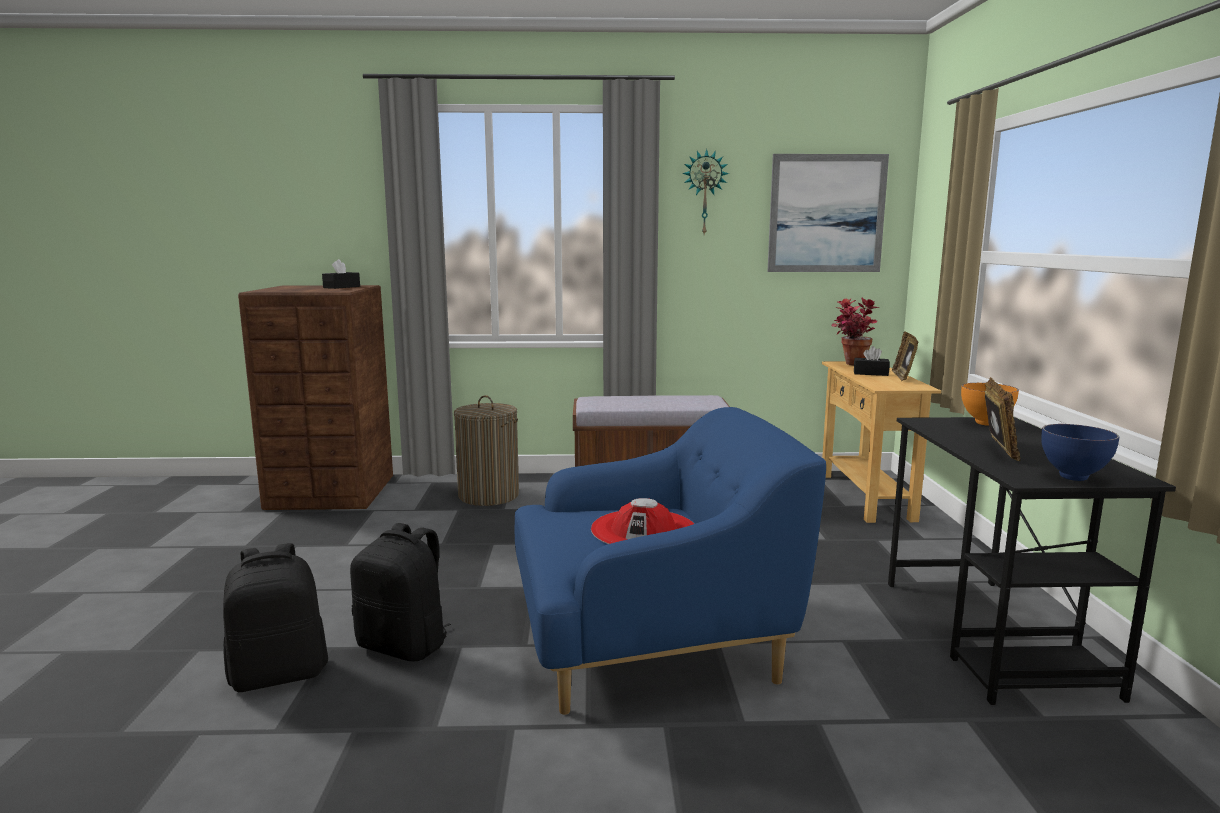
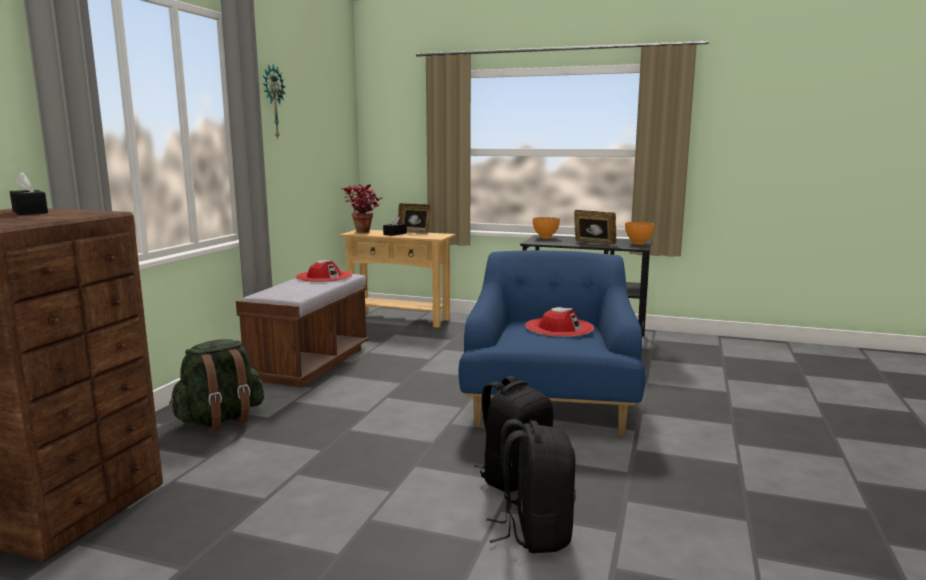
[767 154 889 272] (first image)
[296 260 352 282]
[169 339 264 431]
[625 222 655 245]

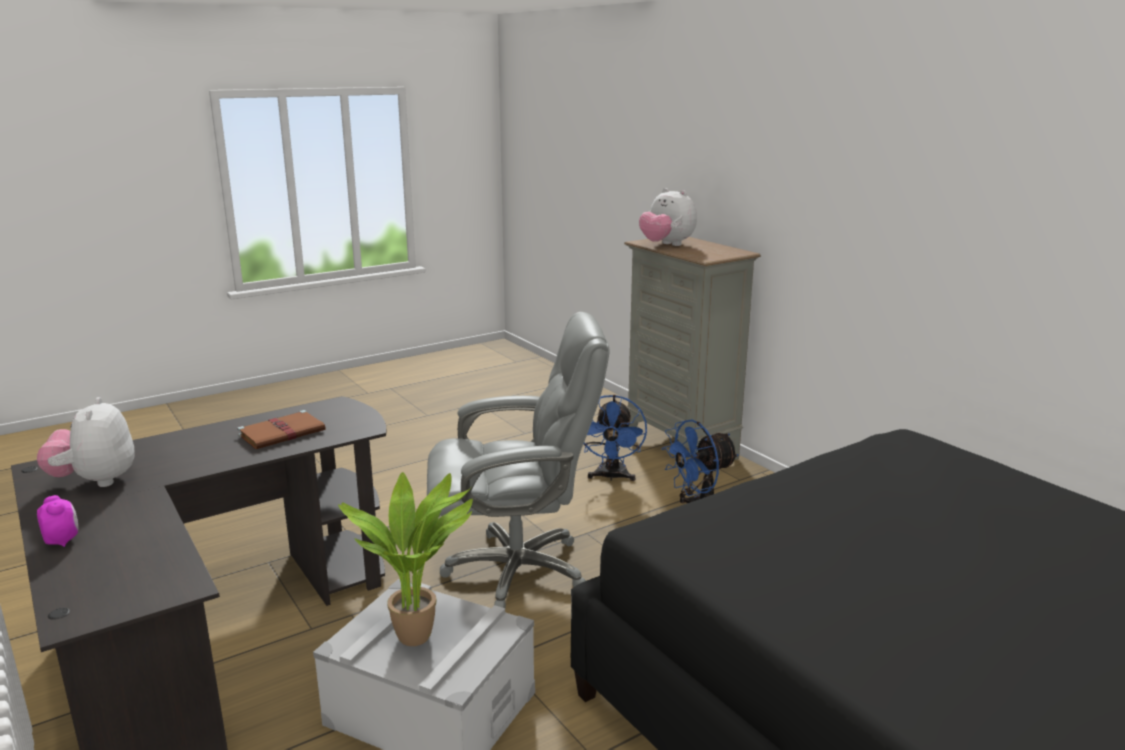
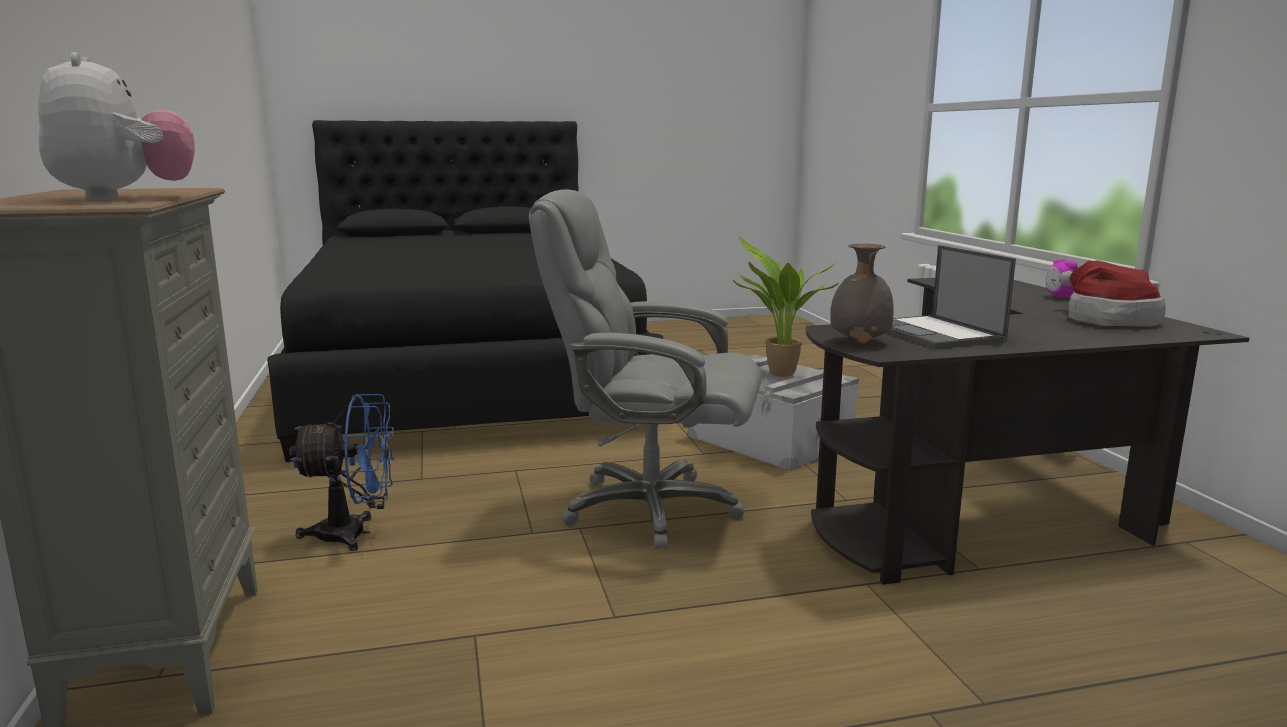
[584 395 647 481] (first image)
[830 244 894 343]
[1059 260 1166 327]
[887 245 1016 349]

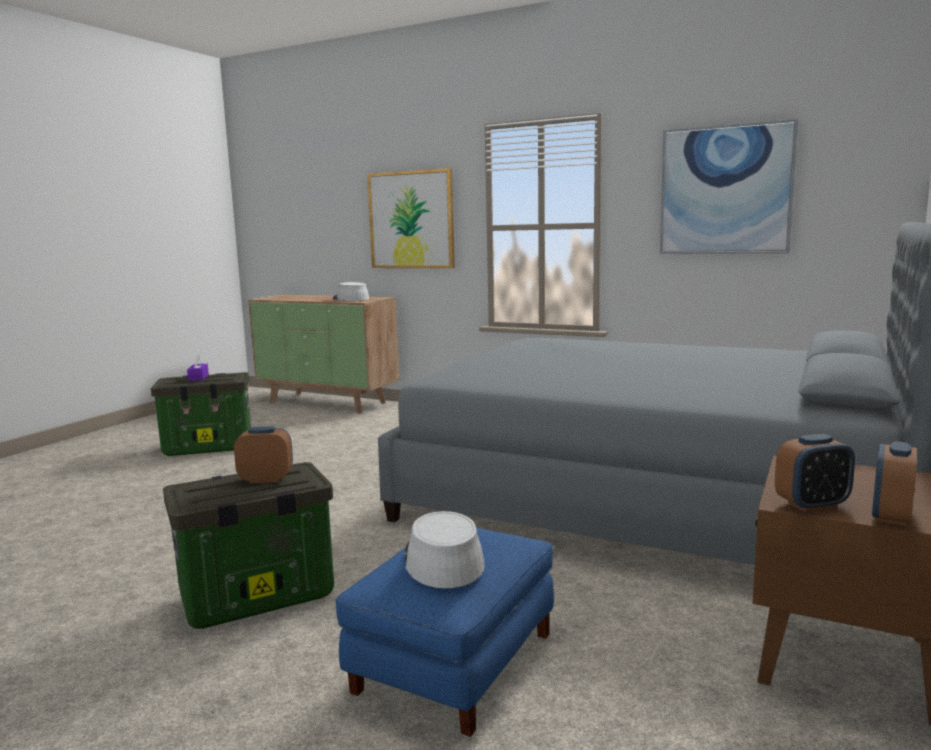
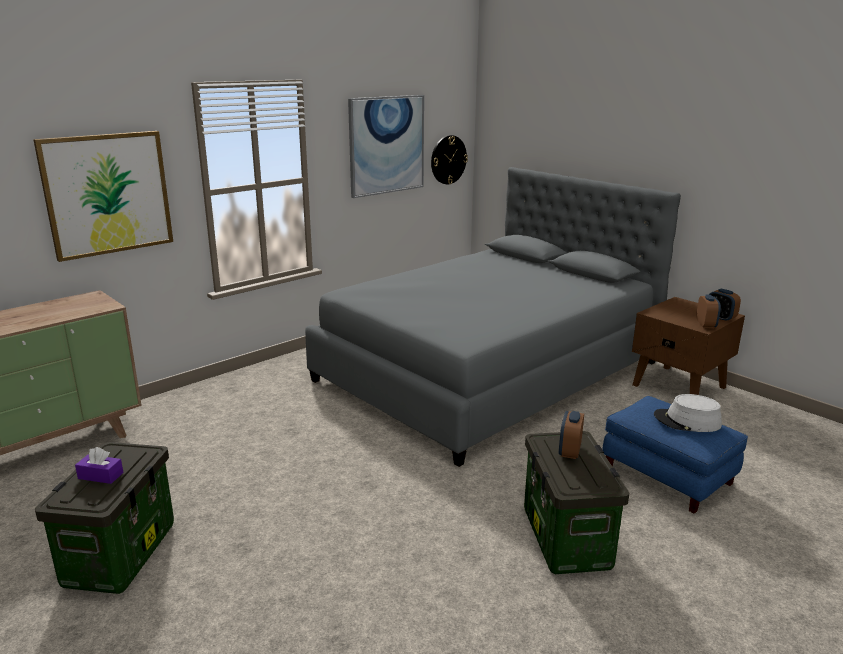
[333 282 369 301] (first image)
[431 135 468 184]

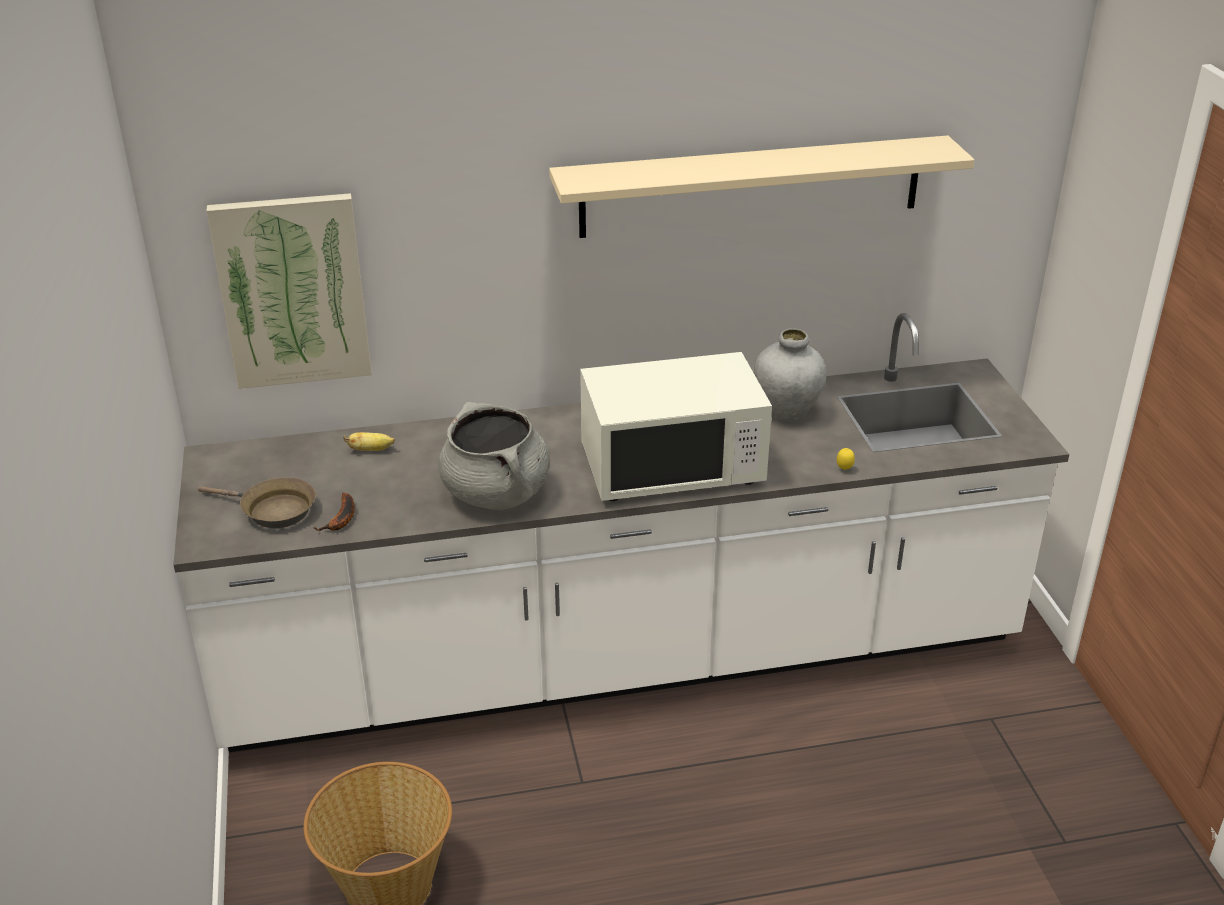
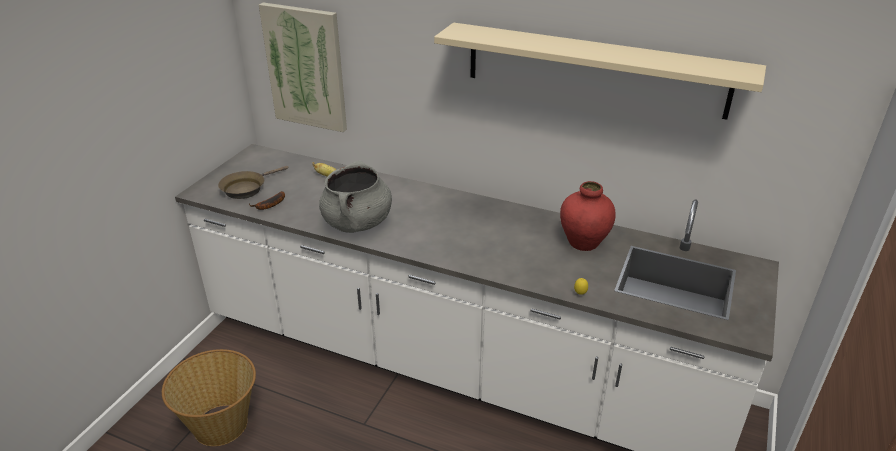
[580 352 772 501] (first image)
[560 181 616 251]
[218 166 288 199]

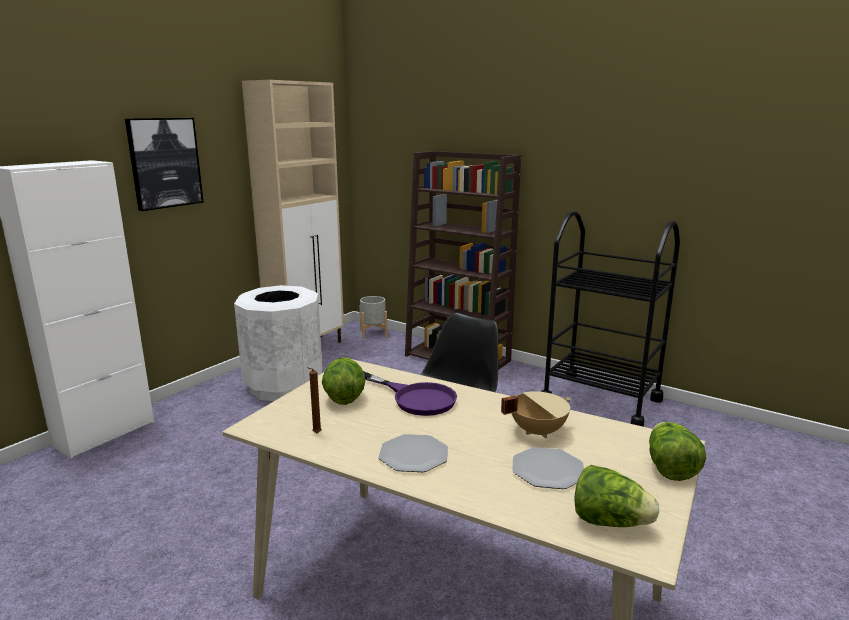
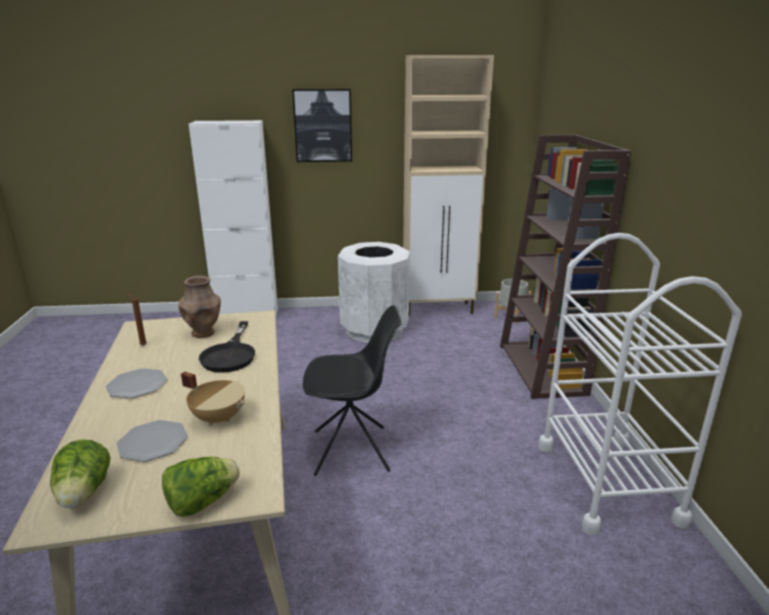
[178 276 221 338]
[199 321 255 373]
[538 233 742 536]

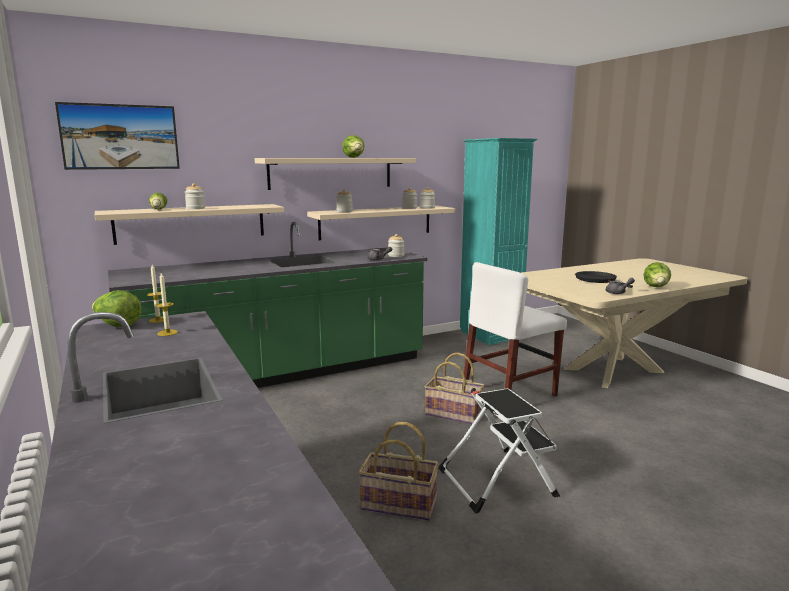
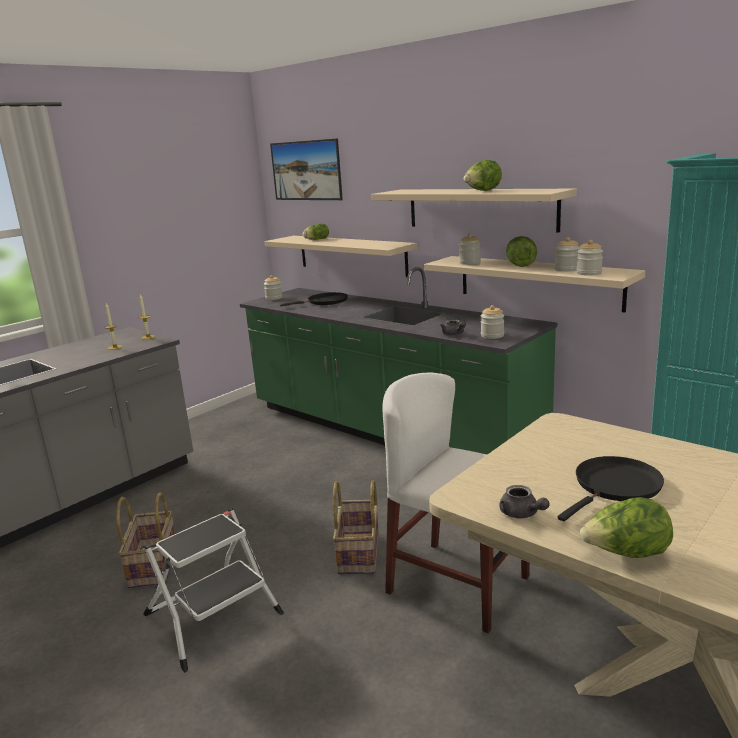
[280 292 348 306]
[506 236 537 267]
[264 275 282 300]

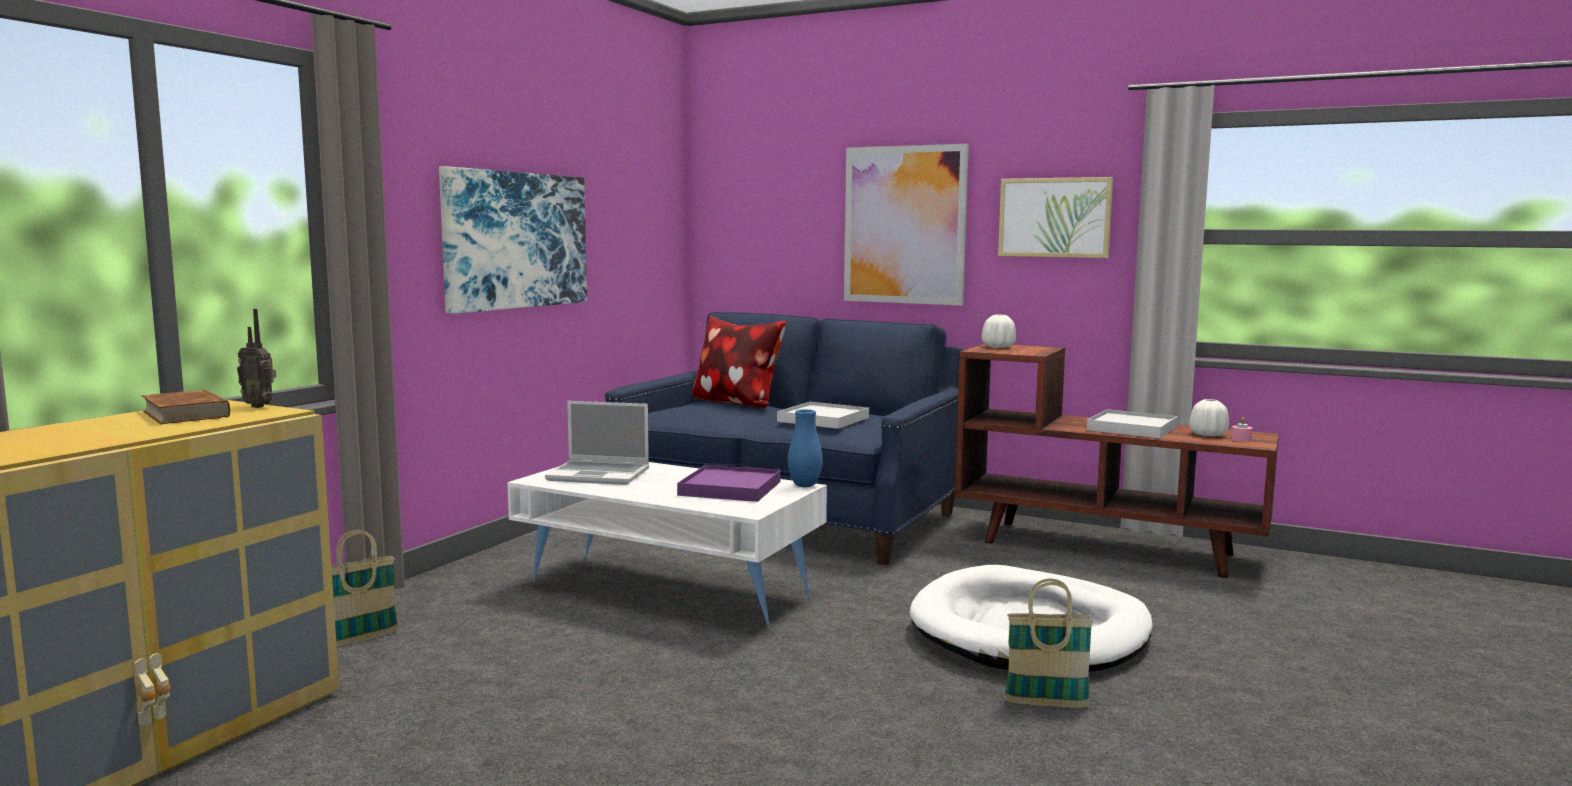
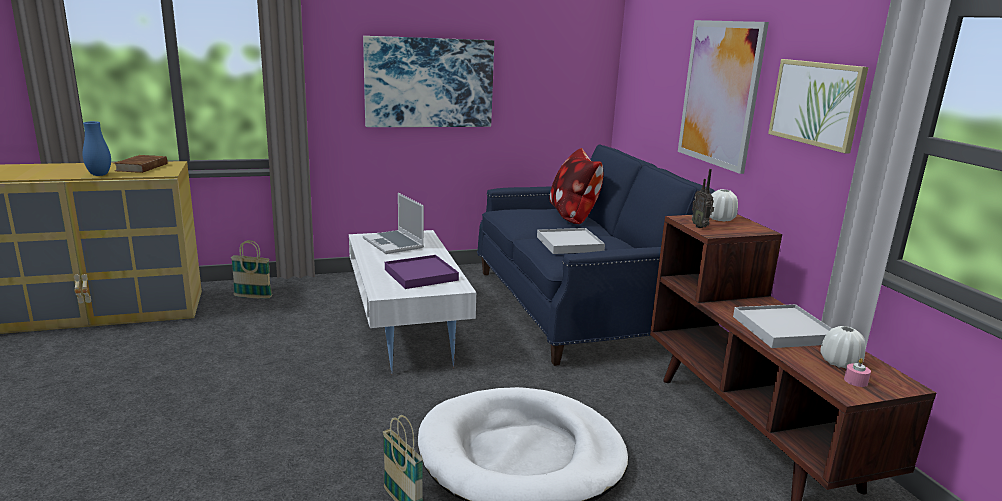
[692 169 714 228]
[83 121 111 176]

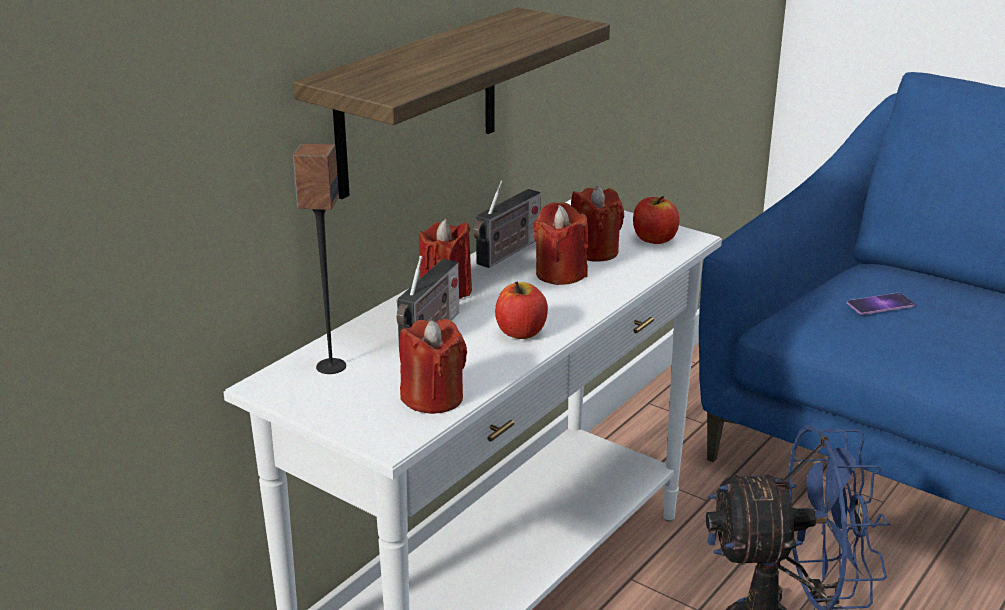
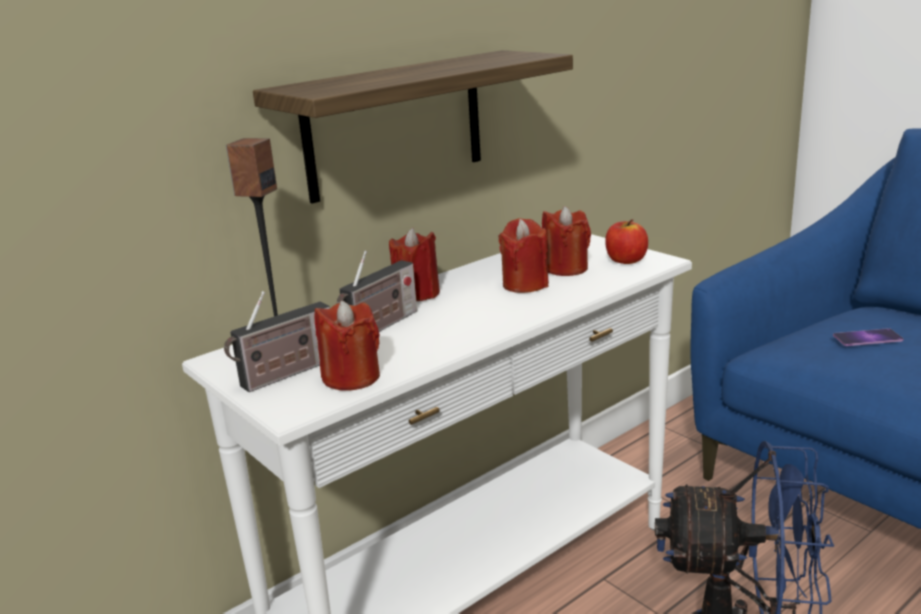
[495 282 548 339] (first image)
[224 291 330 392]

